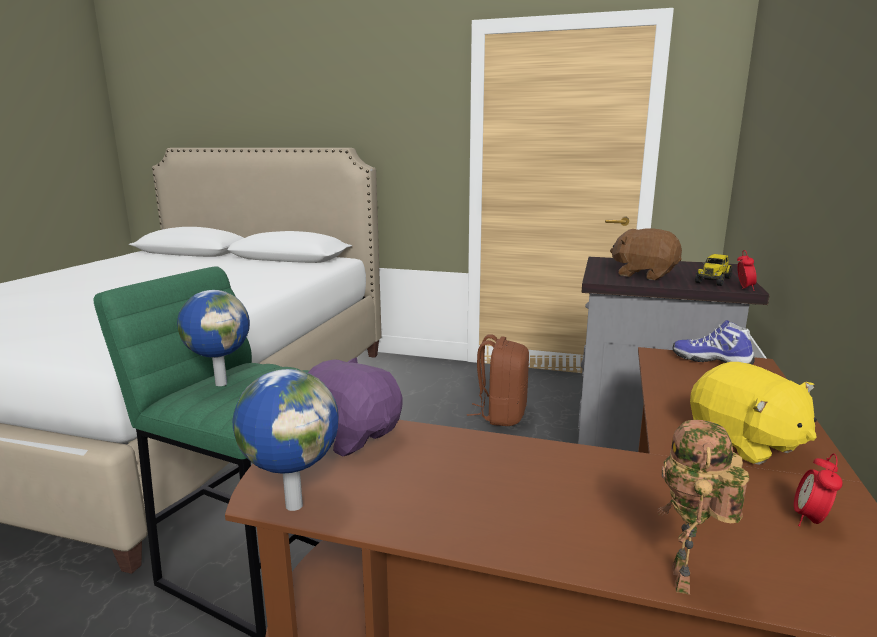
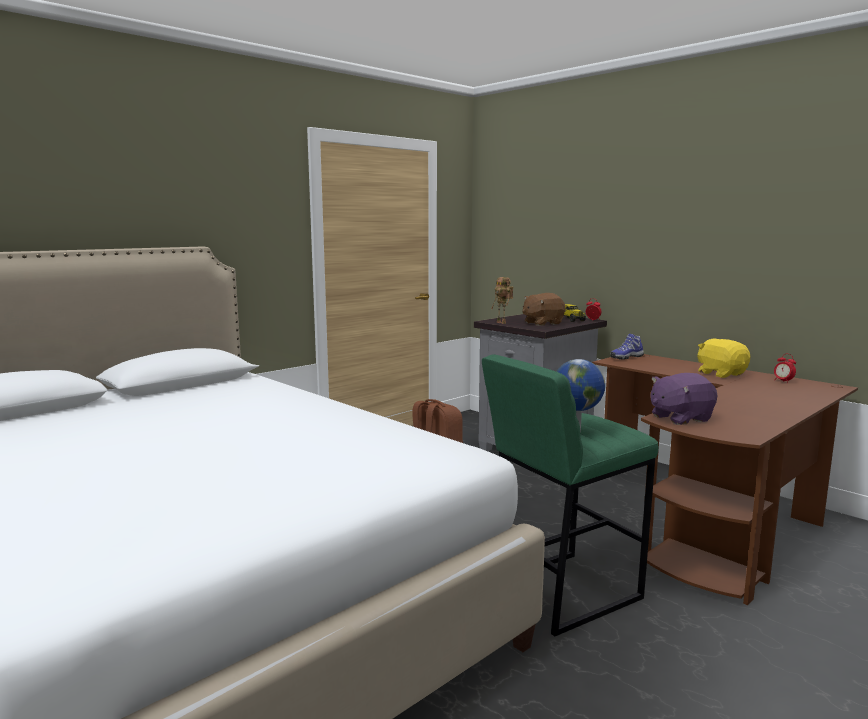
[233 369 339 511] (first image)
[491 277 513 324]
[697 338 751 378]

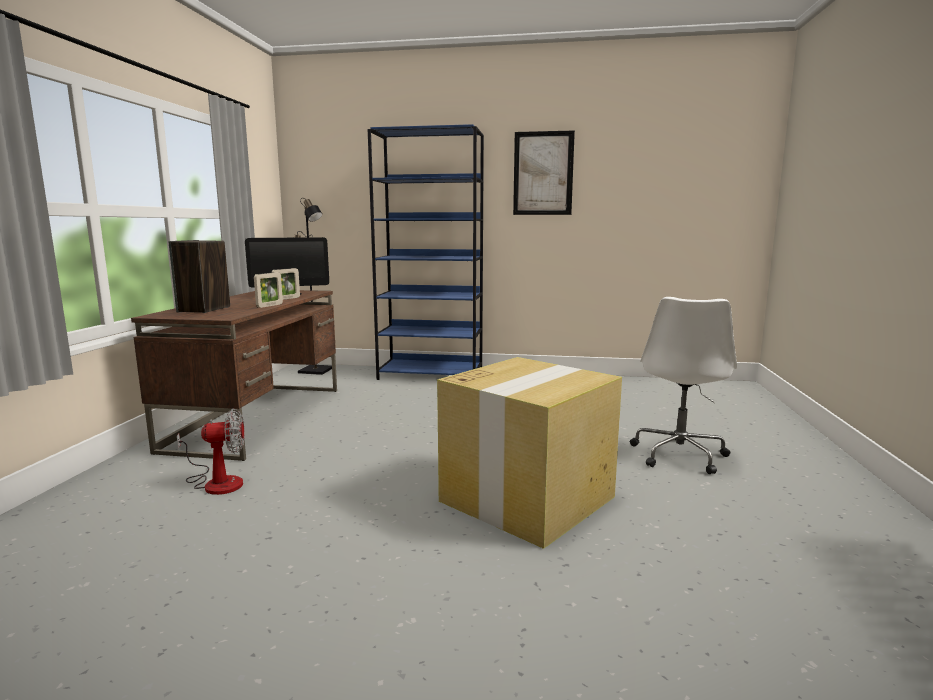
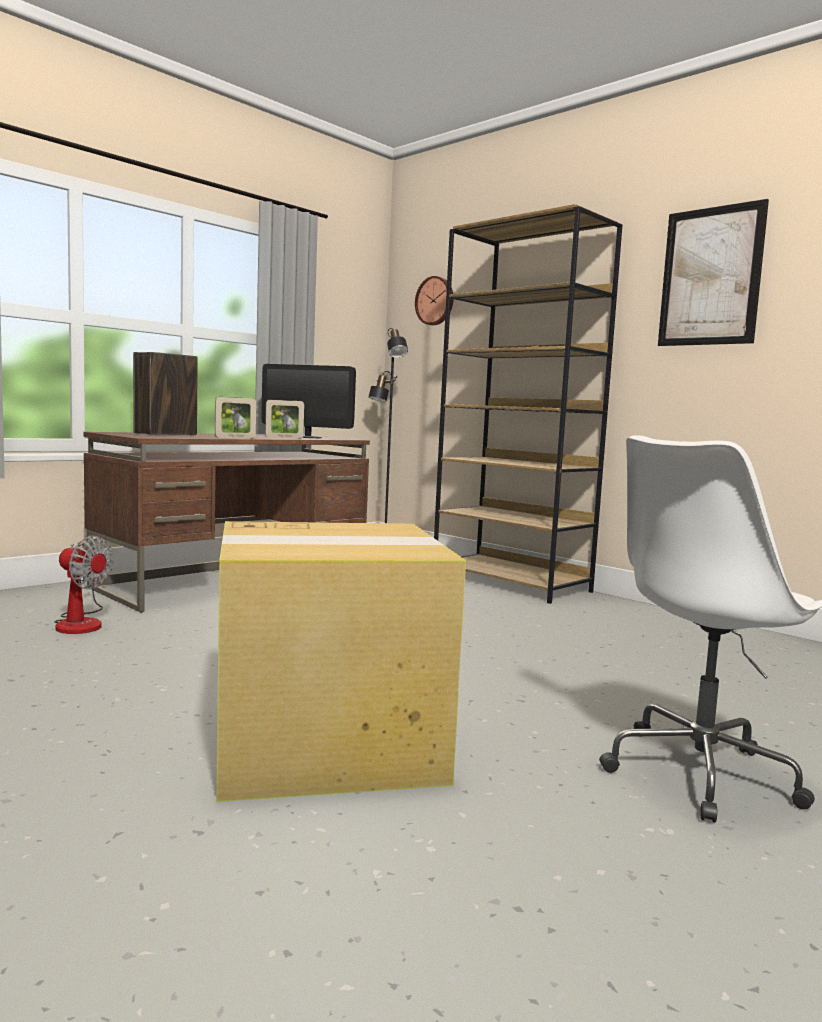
[415 276 454 325]
[434 204 622 604]

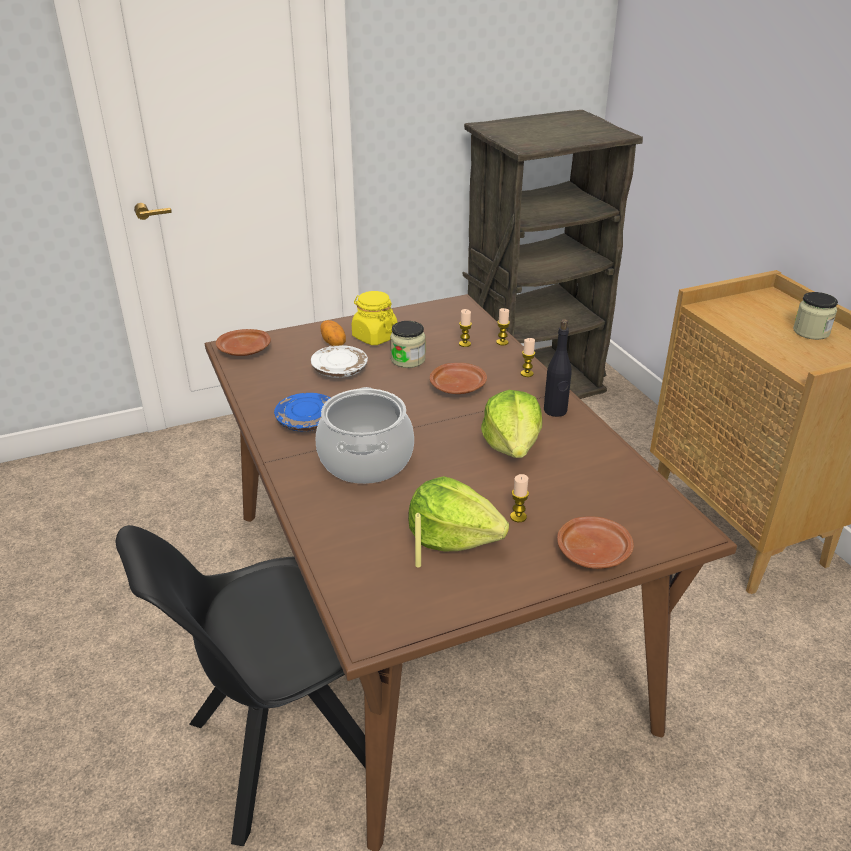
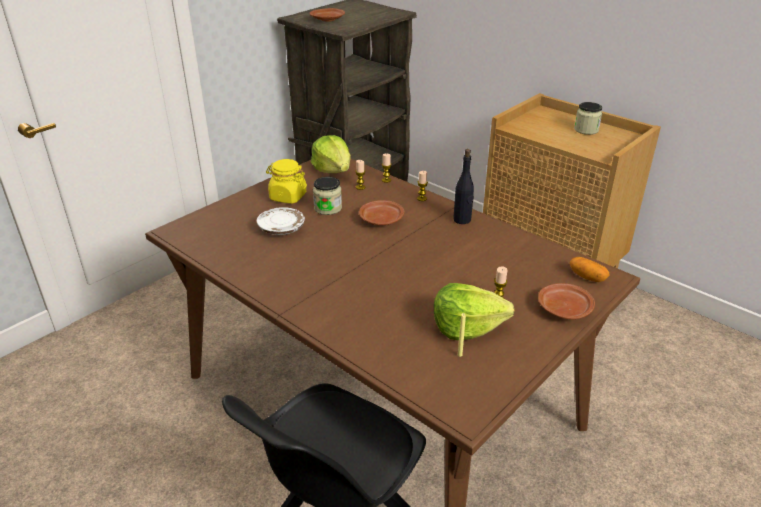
[274 393 330 431] (first image)
[316 387 414 484] (first image)
[310 8 345 22]
[570 257 610 282]
[311 135 351 173]

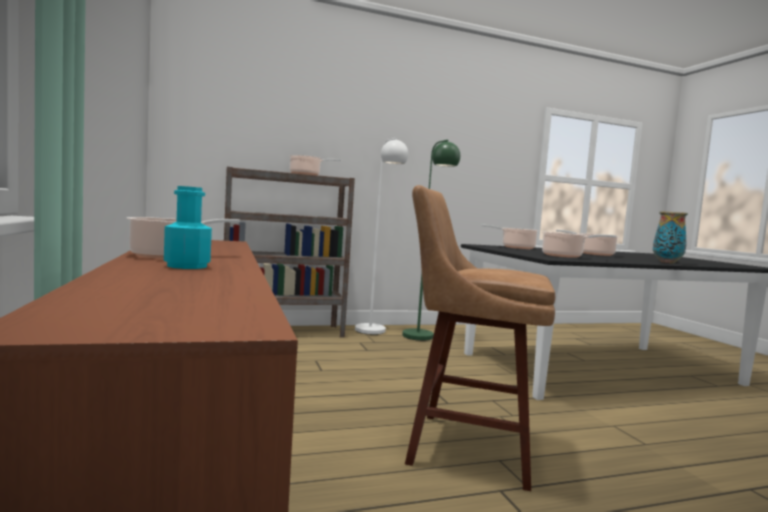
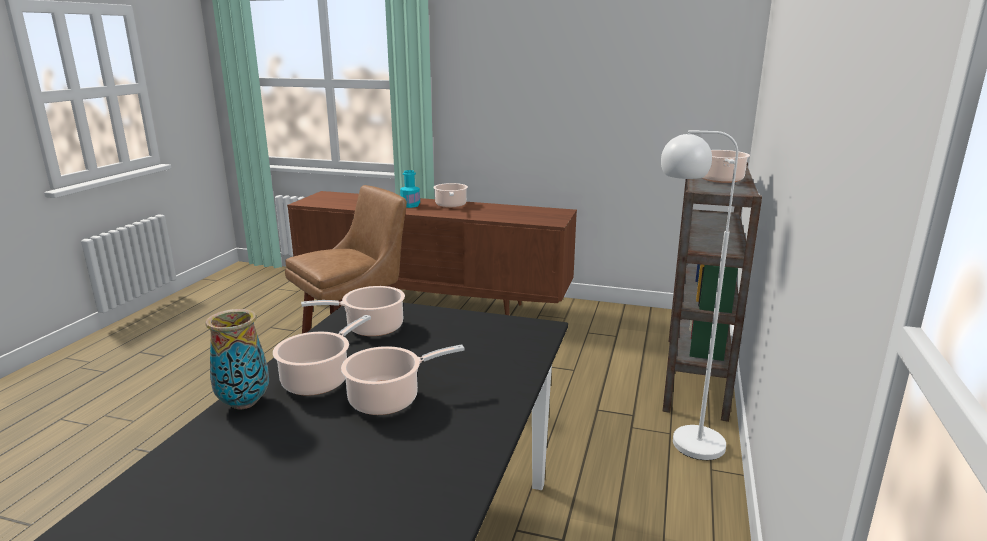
[402 140 460 341] (first image)
[273 315 371 396]

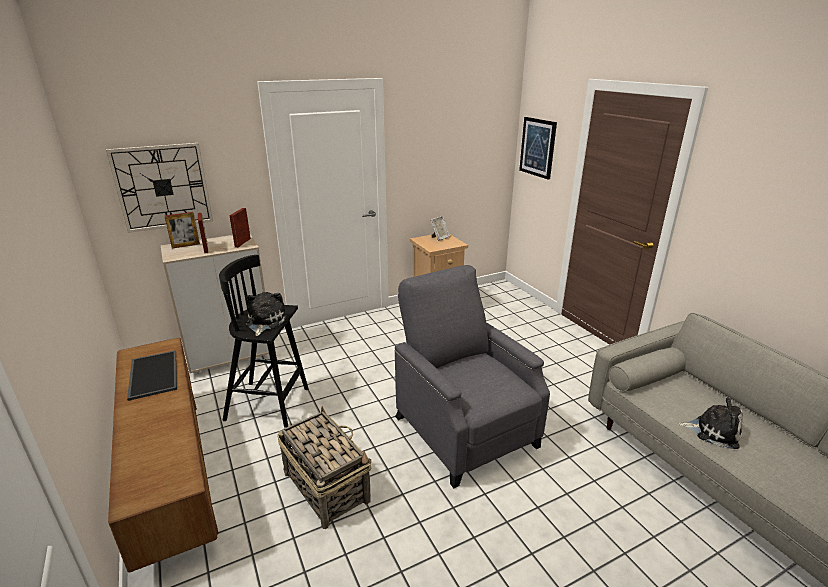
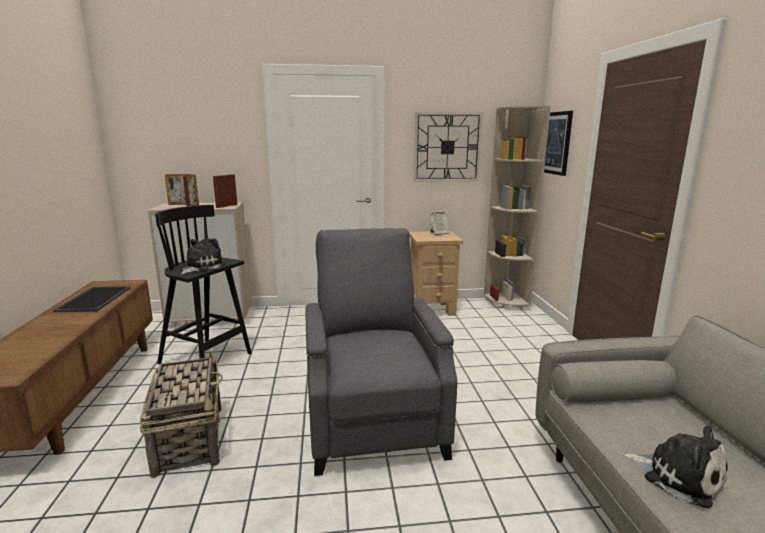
[484 106 551 309]
[414 112 483 182]

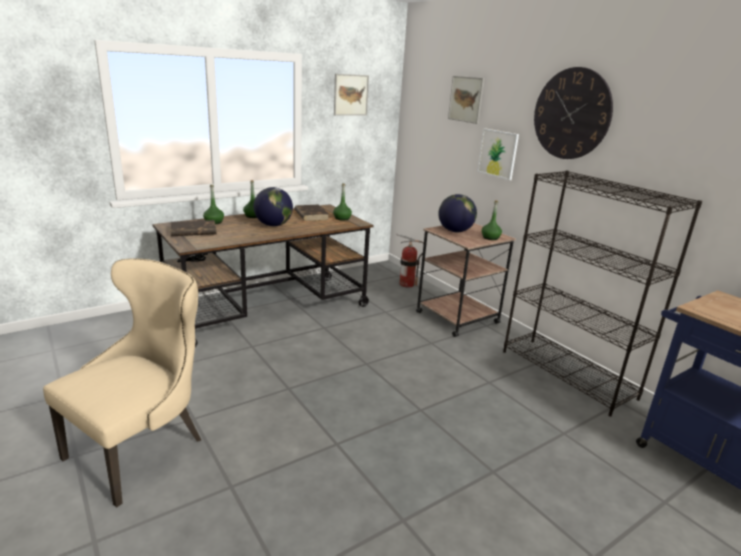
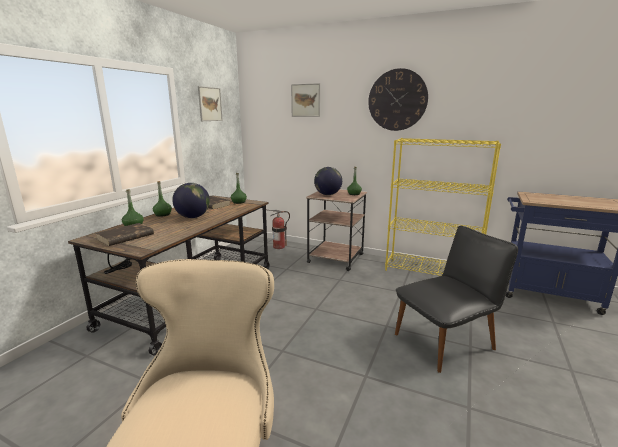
[477 128 519 180] (first image)
[395 226 518 373]
[385 138 501 276]

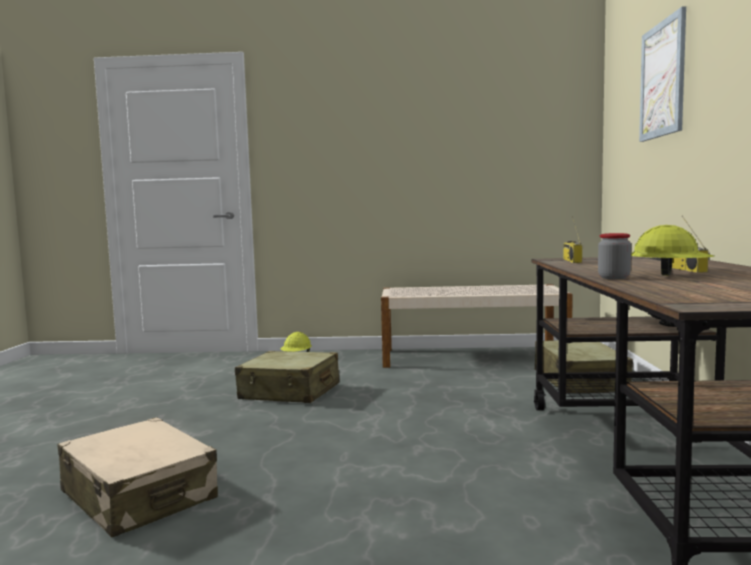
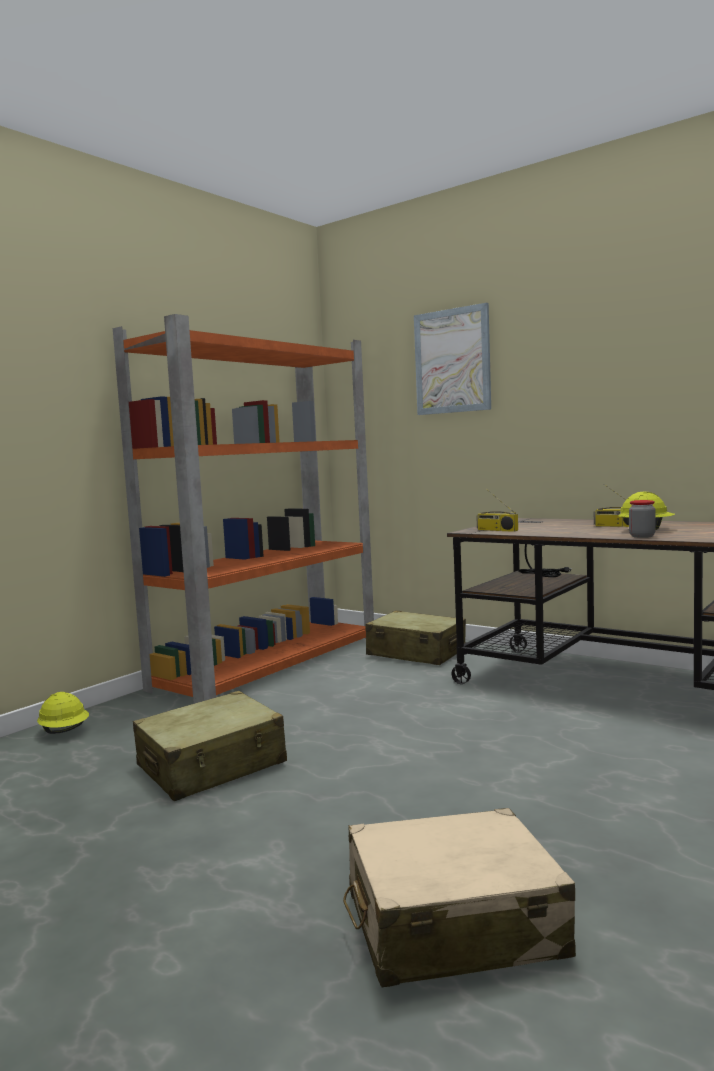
[113 314 374 704]

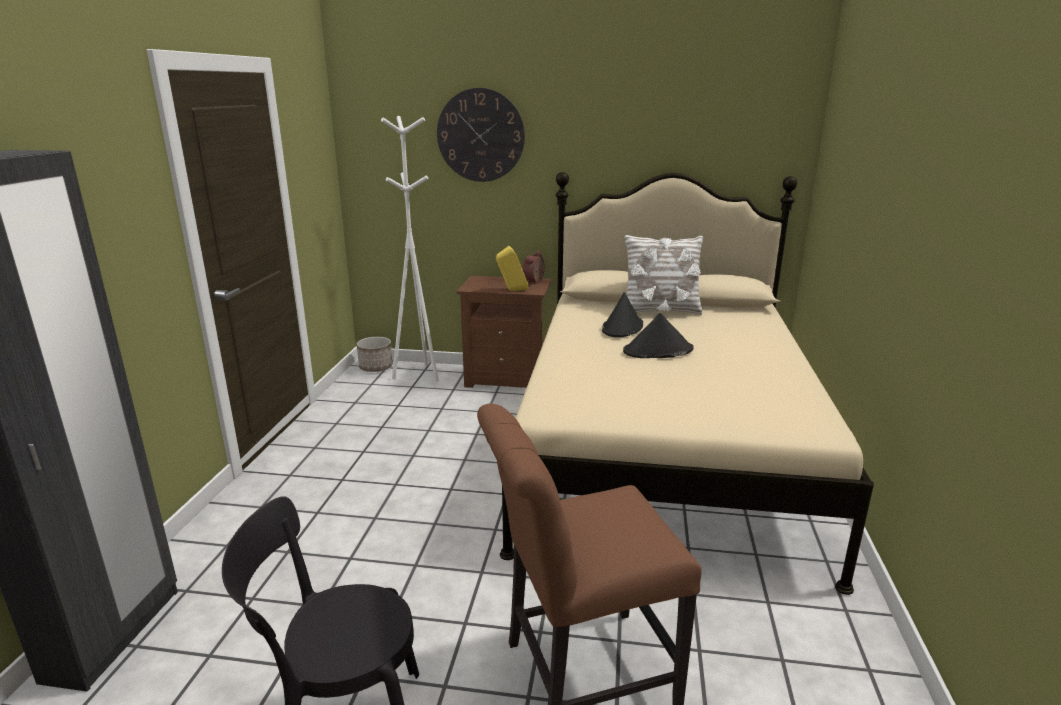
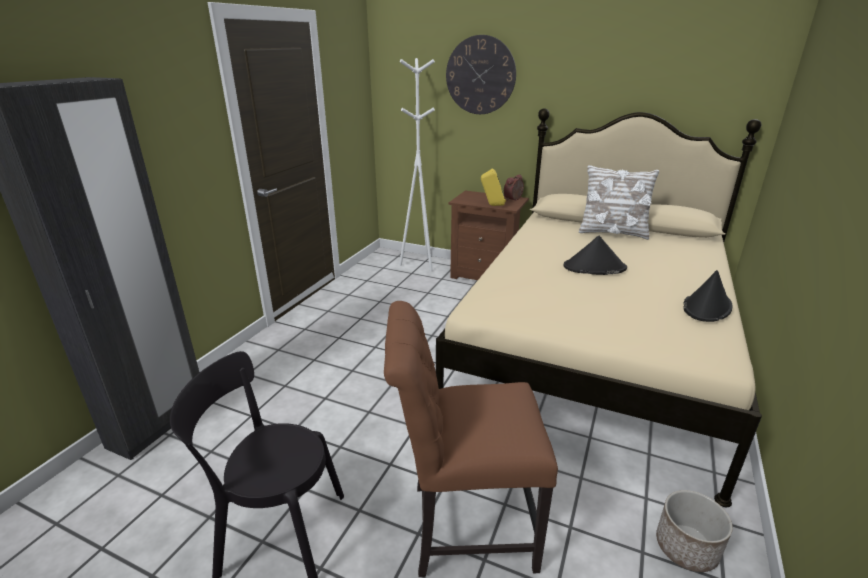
[656 490 733 572]
[683 270 733 322]

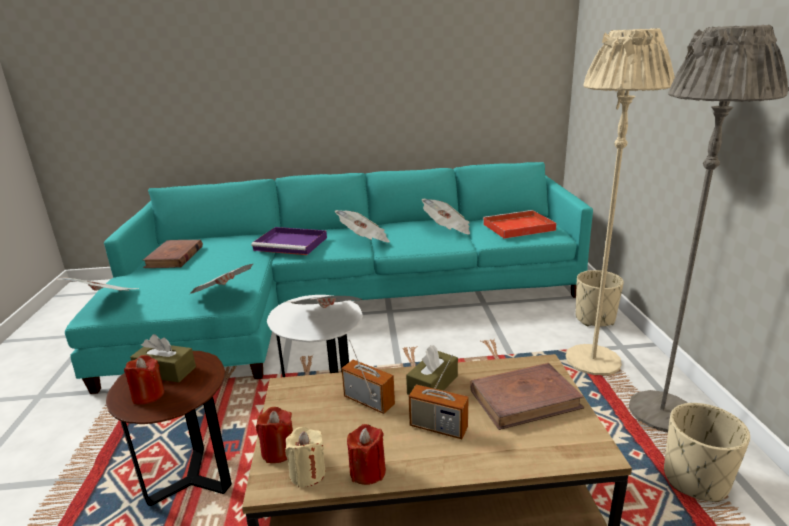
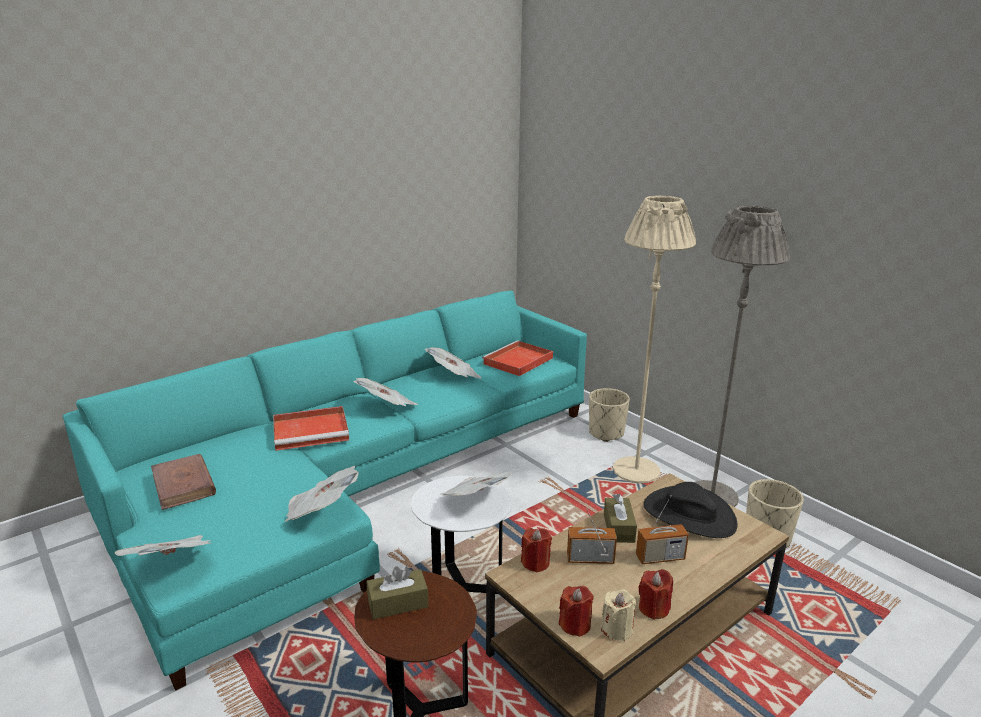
[521 528 552 572]
[644 482 737 538]
[273 406 349 451]

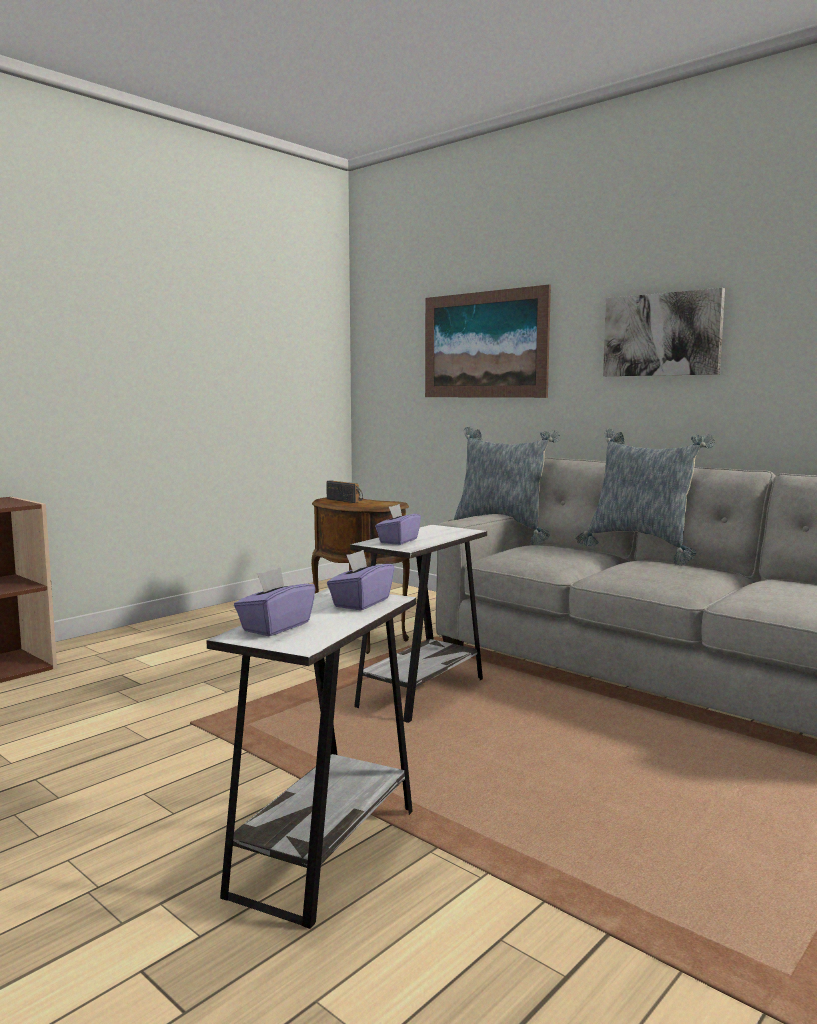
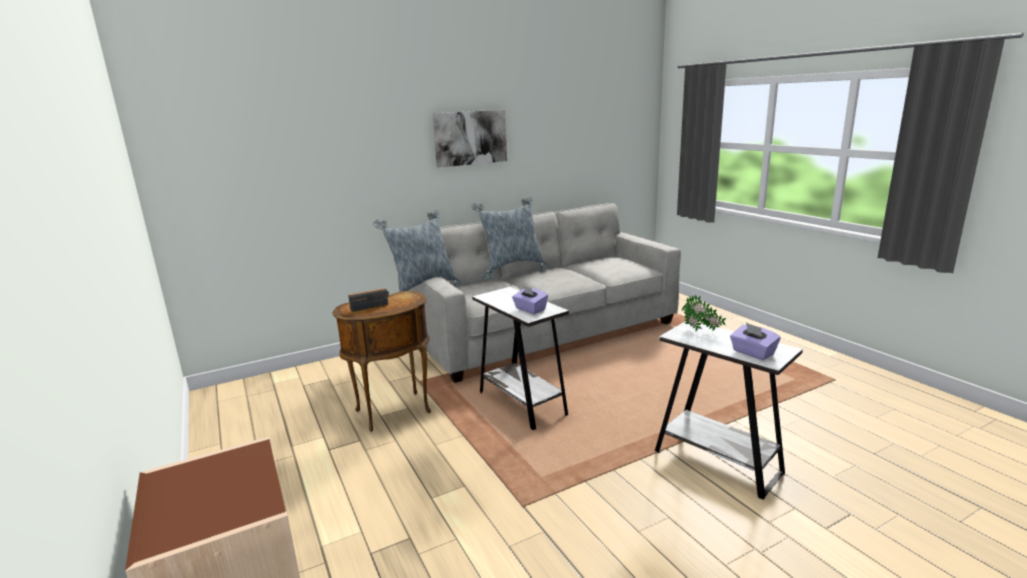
[425 285 551 398] (first image)
[682 295 726 331]

